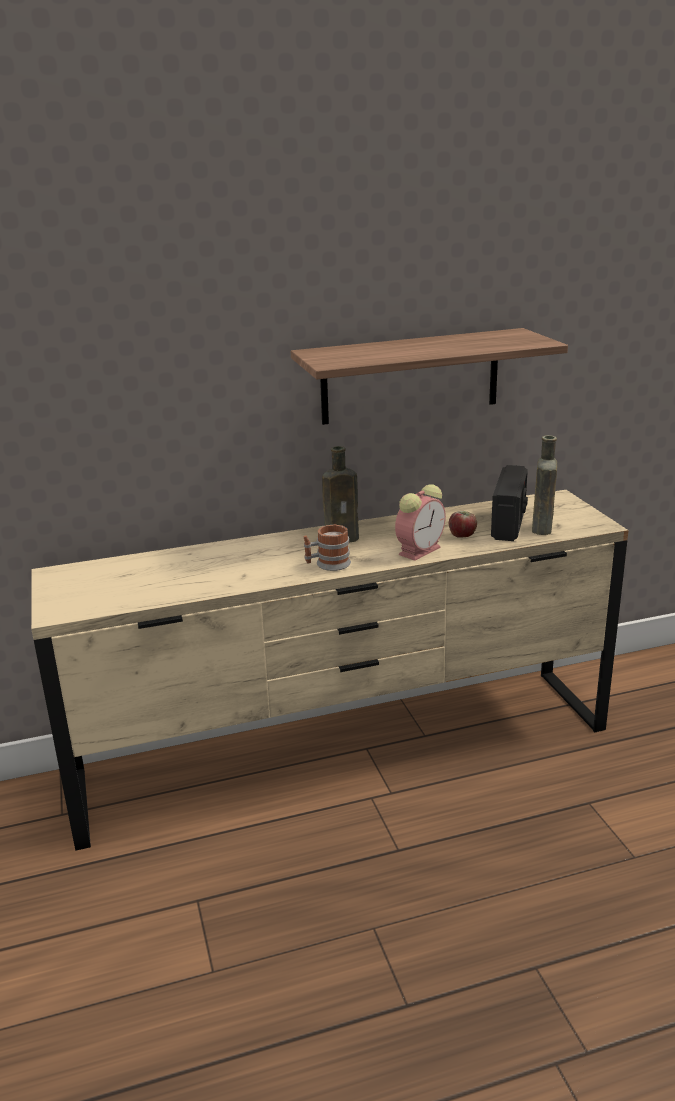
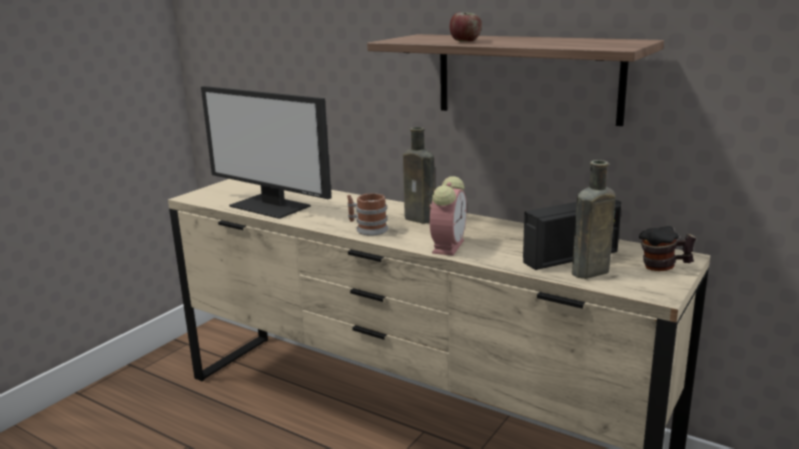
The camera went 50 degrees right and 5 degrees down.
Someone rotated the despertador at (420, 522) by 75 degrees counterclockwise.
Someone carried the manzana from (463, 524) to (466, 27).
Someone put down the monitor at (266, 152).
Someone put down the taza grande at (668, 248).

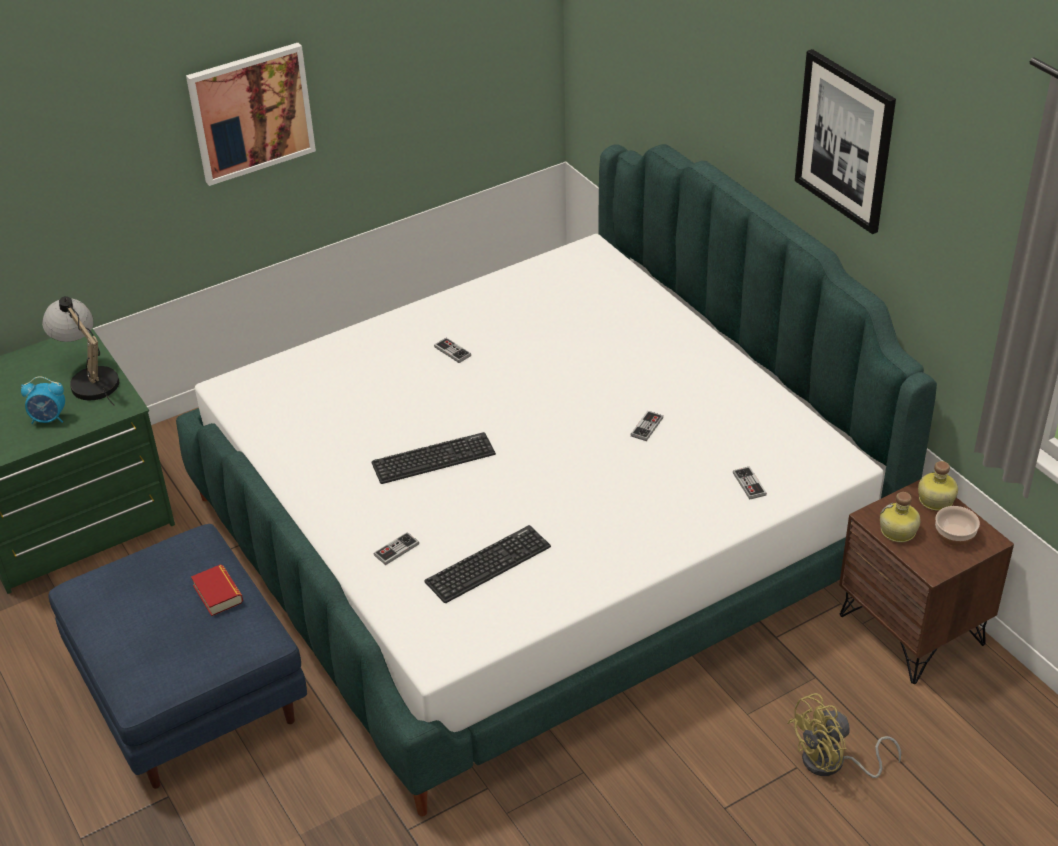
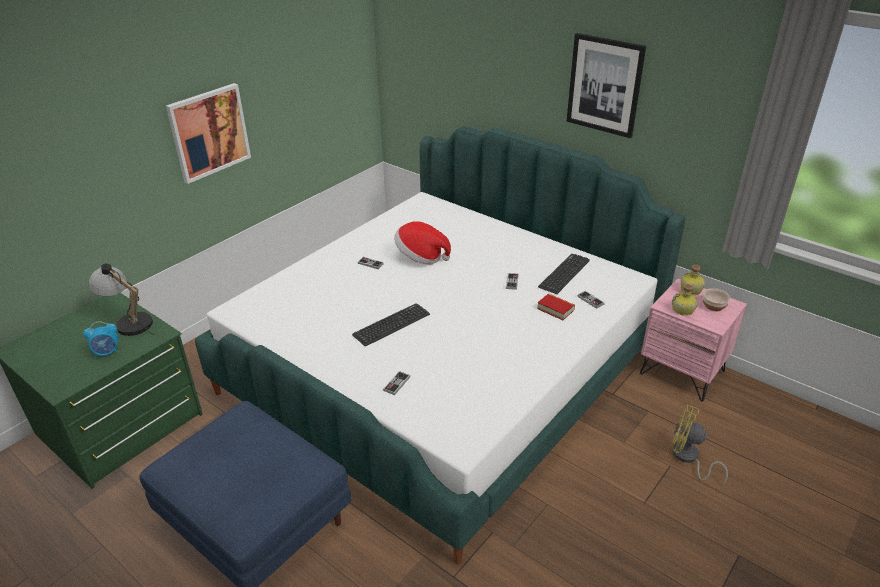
The camera went 20 degrees left and 5 degrees down.
Someone carried the libro from (217, 590) to (556, 306).
Someone carried the teclado from (487, 564) to (564, 274).
Someone rotated the ventilador/amarillo at (844, 735) by 75 degrees clockwise.
Someone repainted the mesita de noche/marrón at (926, 581), which became the mesita de noche/rosa at (693, 340).
Someone put down the sombrero at (422, 242).

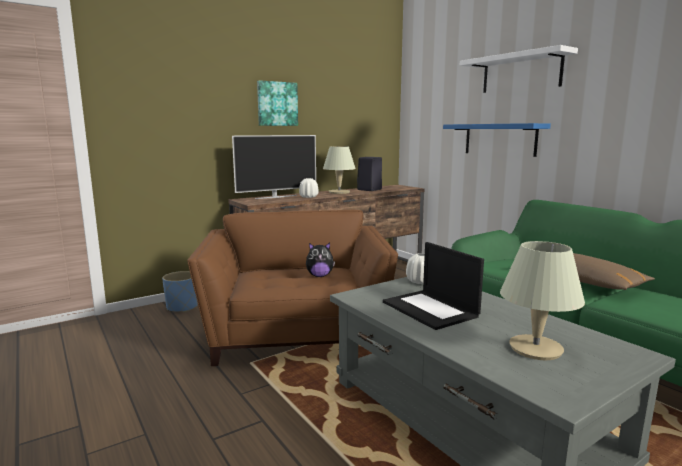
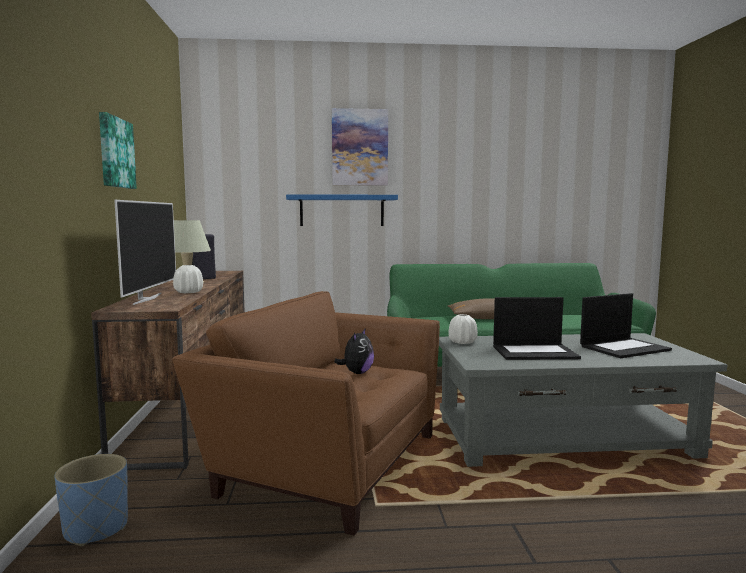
The camera went 60 degrees left and 5 degrees down.
Someone swapped the estante/blanco at (519, 69) for the cuadro at (360, 146).
Someone swapped the lámpara de mesa/beis at (542, 300) for the portátil at (626, 325).

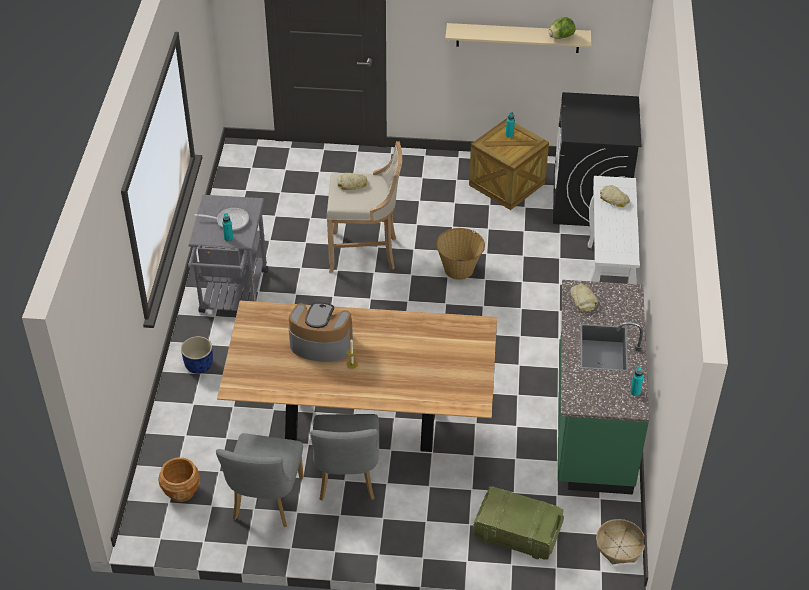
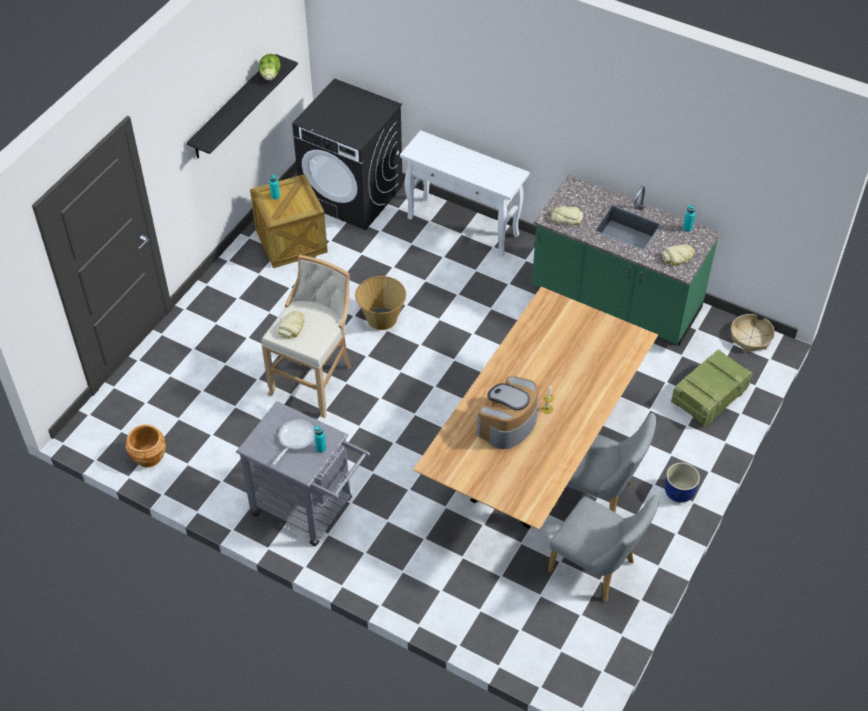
The camera went 65 degrees left and 5 degrees up.
Someone carried the maceta/marrón from (179, 479) to (146, 445).
Someone carried the maceta/azul from (197, 355) to (682, 483).
Someone repainted the estante/beis at (518, 38), which became the estante/negro at (242, 106).
Someone carried the pan from (615, 196) to (678, 255).

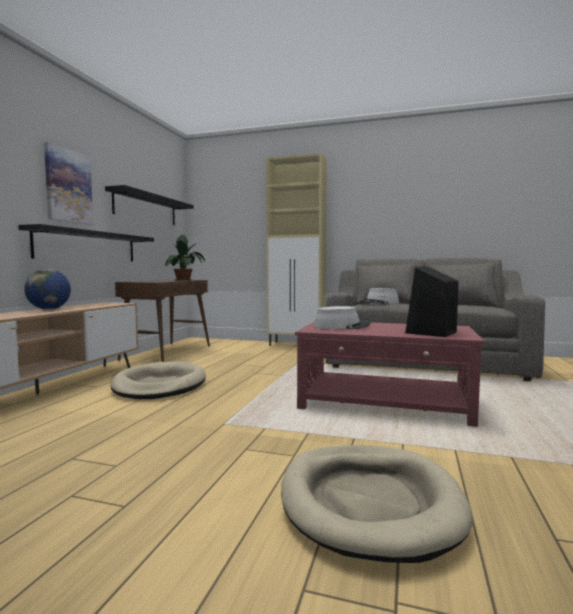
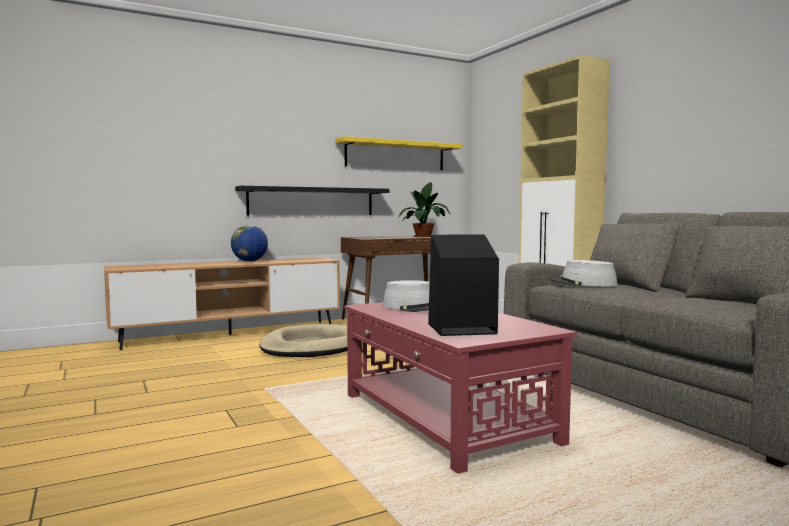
The camera went 45 degrees right and 0 degrees up.
Someone took away the cuadro at (68, 183).
Someone repainted the estante/negro at (149, 205), which became the estante/amarillo at (398, 153).
Someone took away the cama para perro/beis at (377, 504).

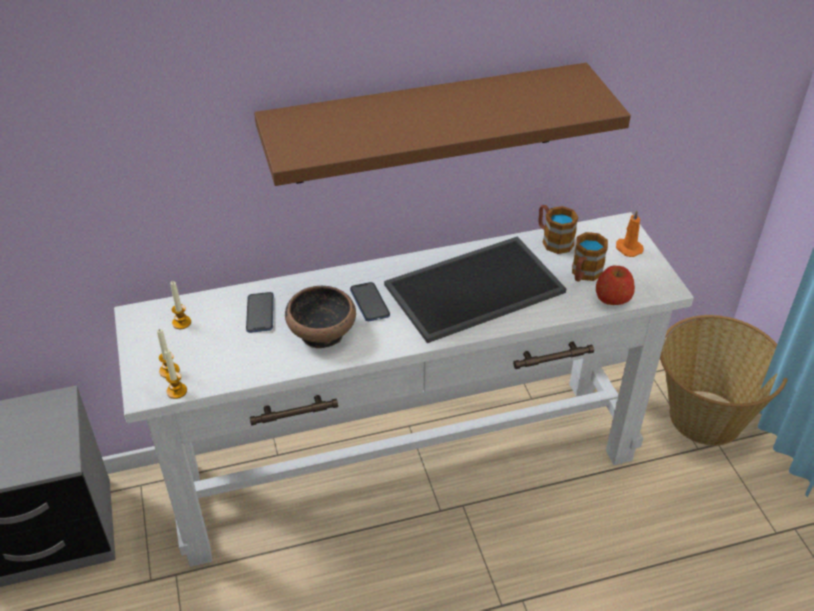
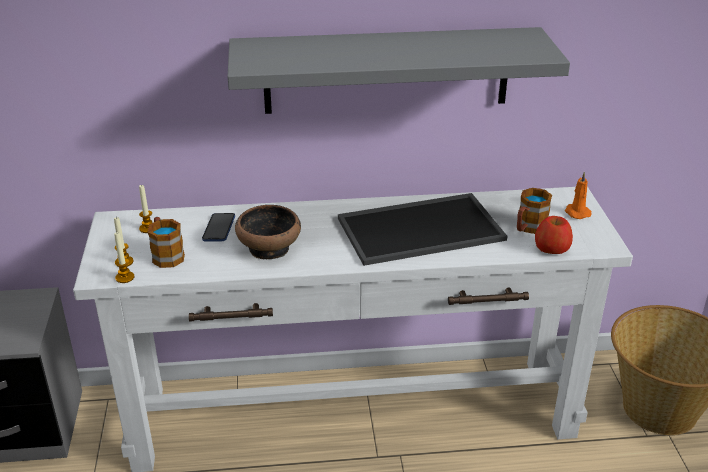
The camera went 10 degrees right and 10 degrees down.
Someone repainted the estante/marrón at (442, 124), which became the estante/gris at (399, 70).
Someone took away the móvil at (370, 301).
Someone carried the taza grande from (558, 229) to (166, 242).

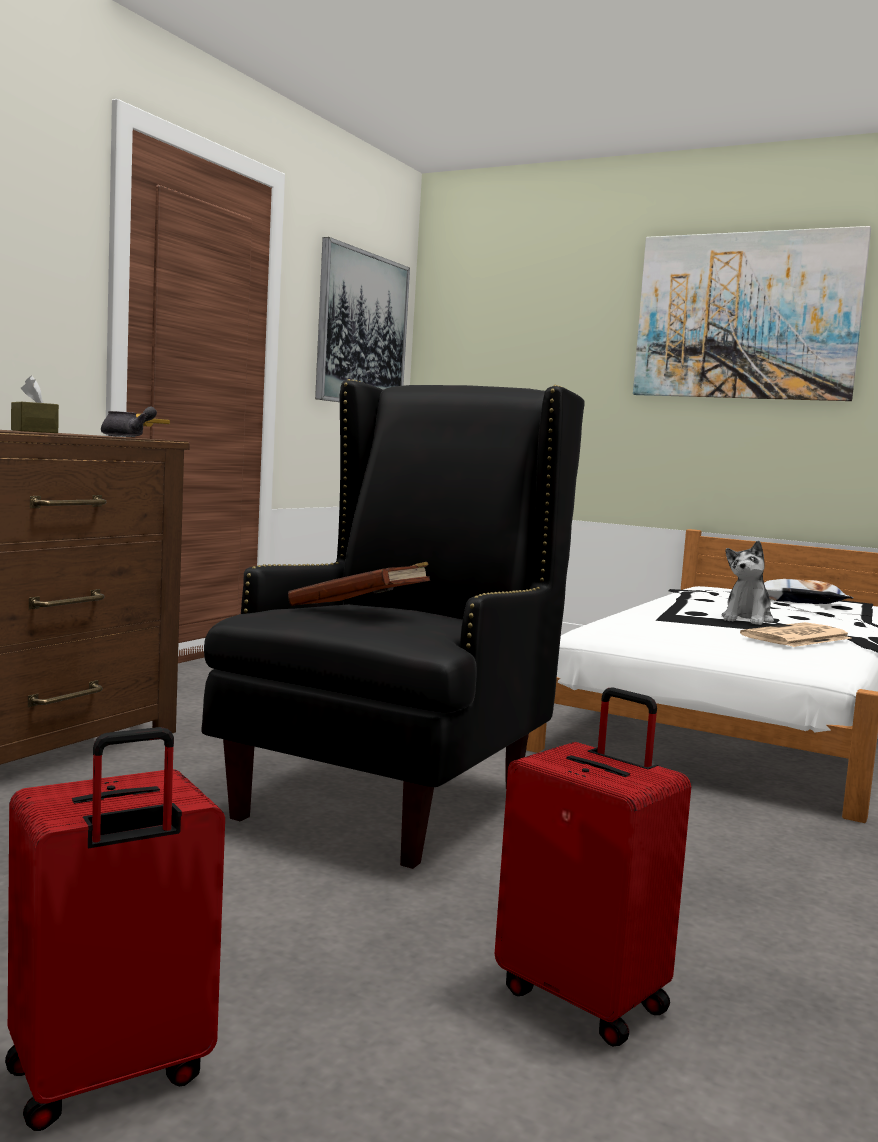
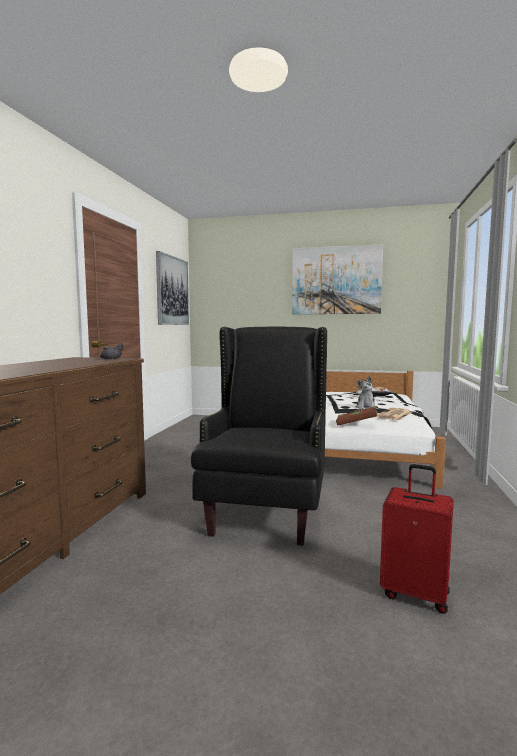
The camera went 15 degrees left and 0 degrees up.
Someone took away the maleta/rojo at (115, 929).
Someone took away the caja de pañuelos/marrón at (35, 404).
Someone carried the libro/marrón from (359, 584) to (356, 416).

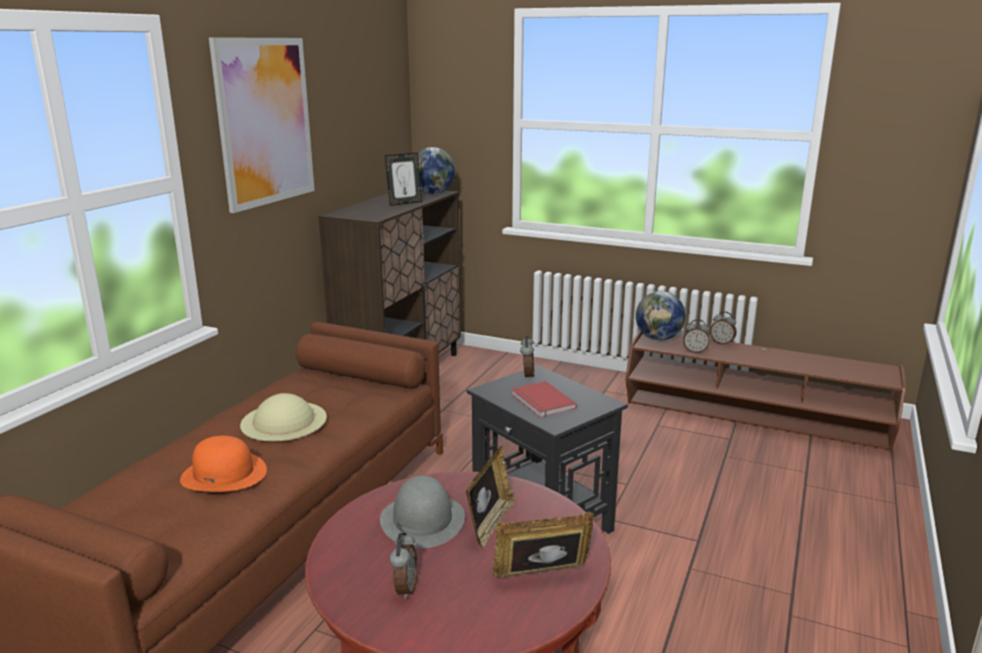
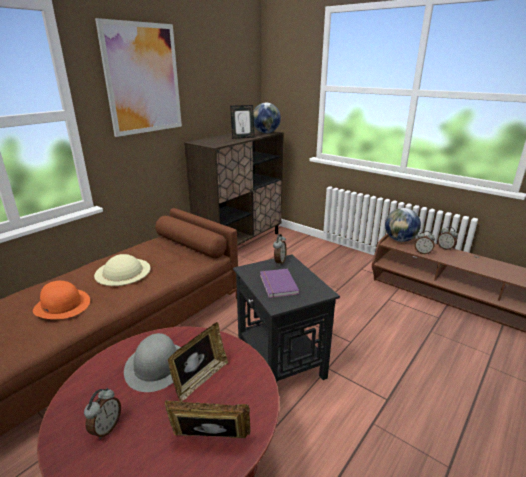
The camera went 15 degrees right and 5 degrees up.
Someone repainted the libro/rojo at (544, 399), which became the libro/morado at (280, 283).

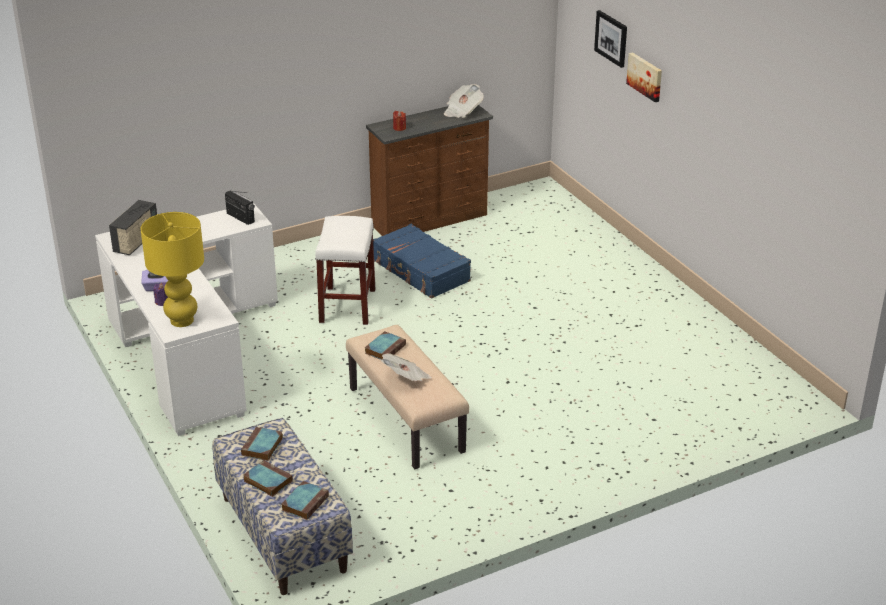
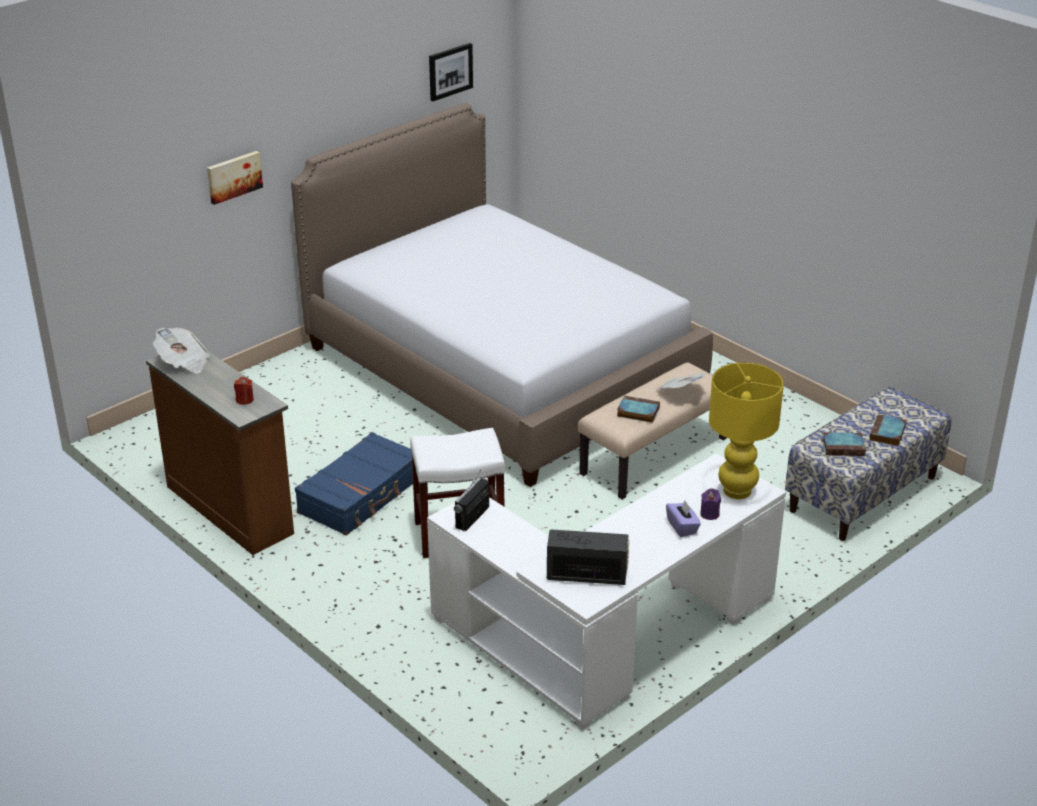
The camera went 105 degrees left and 0 degrees up.
Someone took away the libro at (305, 500).
Someone carried the cuadro from (610, 39) to (451, 72).
Someone put down the cama at (502, 295).

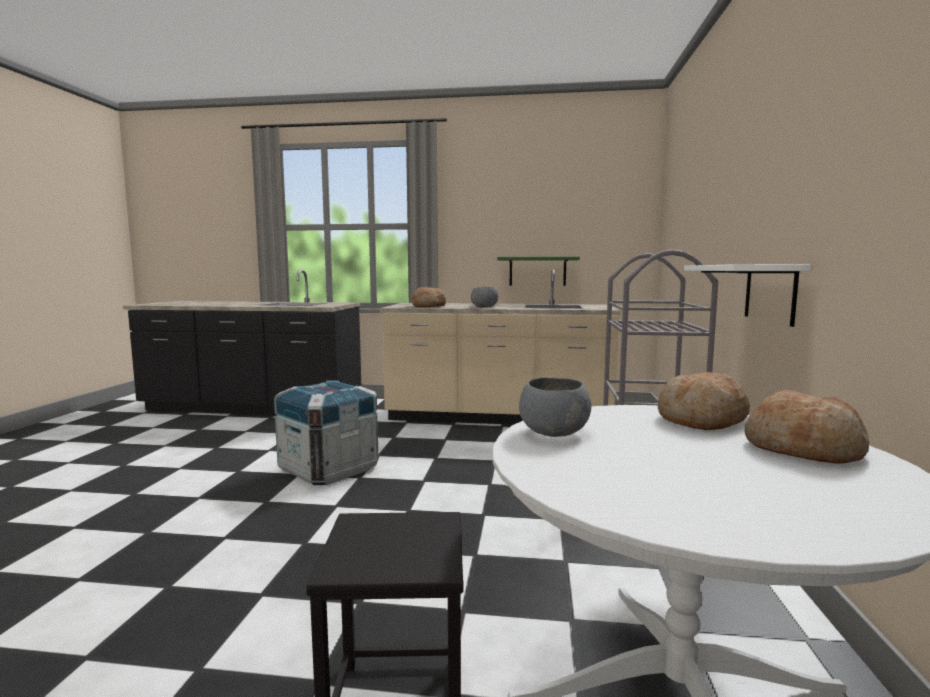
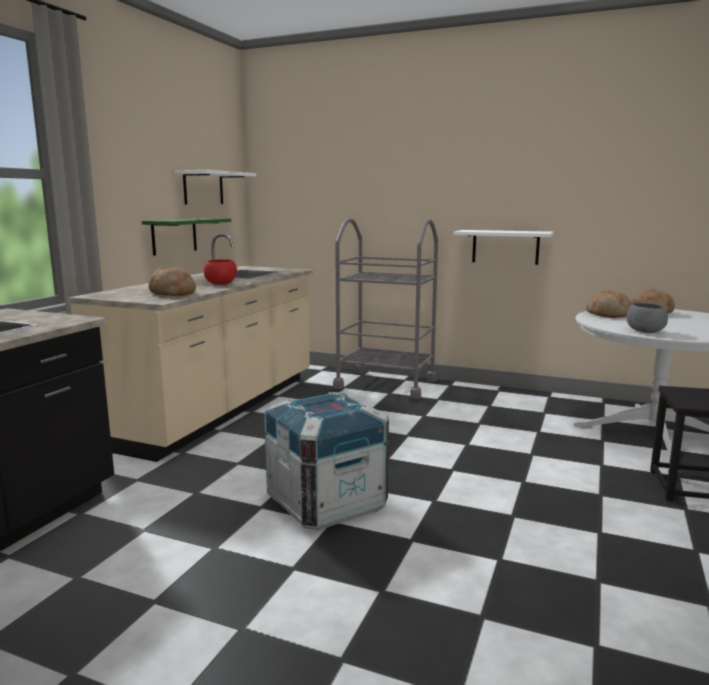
The camera went 75 degrees left and 5 degrees up.
Someone repainted the cuenco/gris at (484, 297), which became the cuenco/rojo at (220, 272).
Someone put up the estante/blanco at (215, 187).

